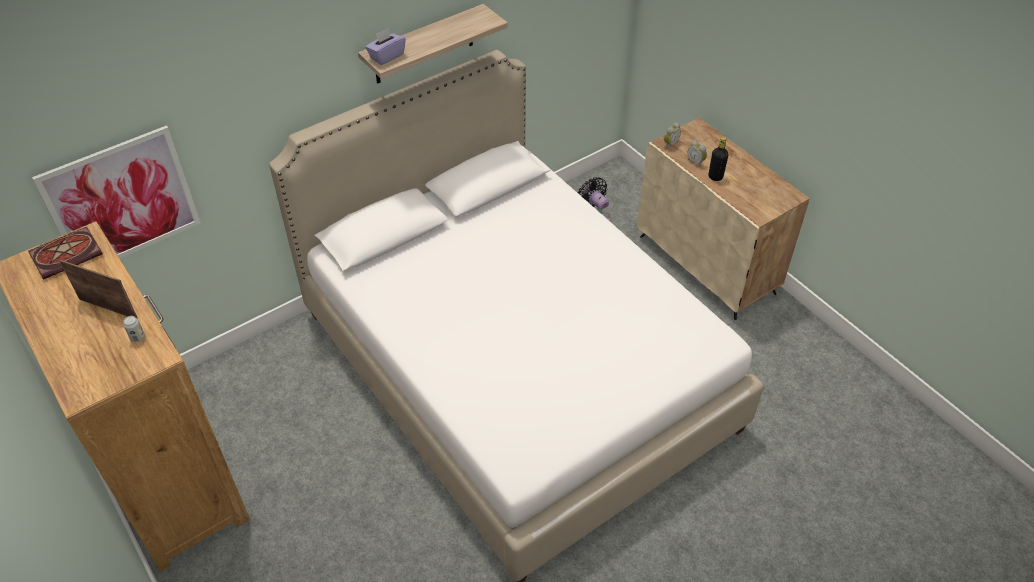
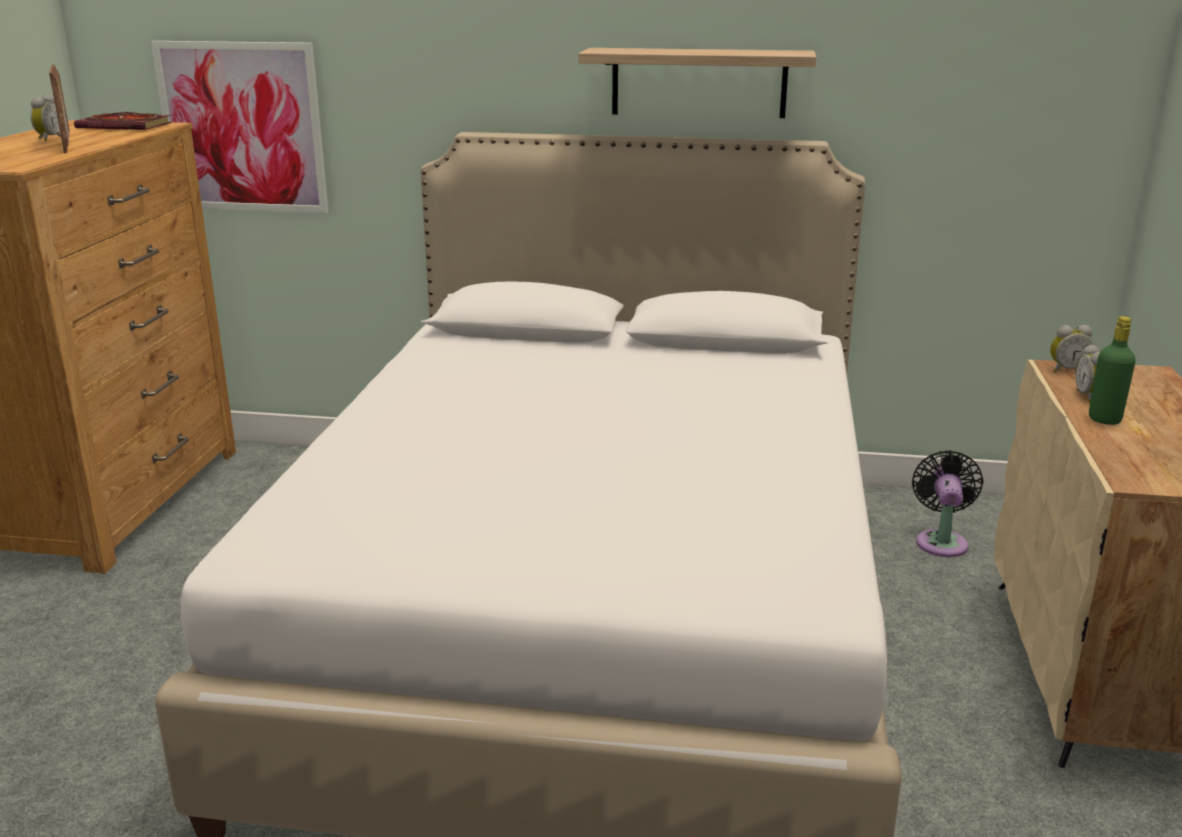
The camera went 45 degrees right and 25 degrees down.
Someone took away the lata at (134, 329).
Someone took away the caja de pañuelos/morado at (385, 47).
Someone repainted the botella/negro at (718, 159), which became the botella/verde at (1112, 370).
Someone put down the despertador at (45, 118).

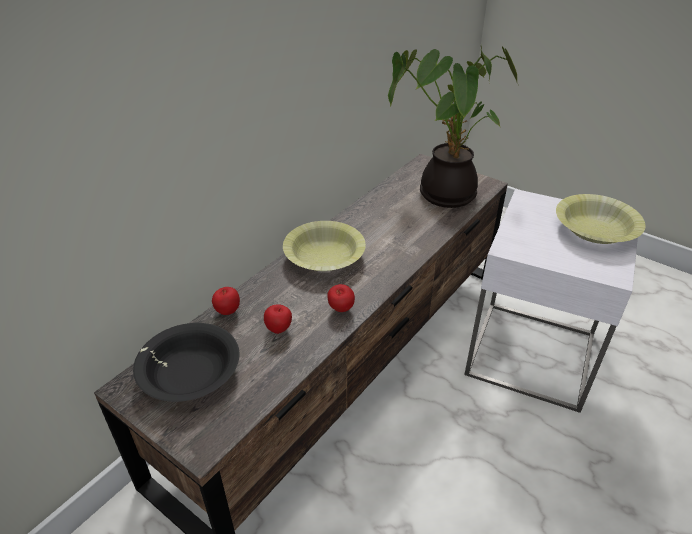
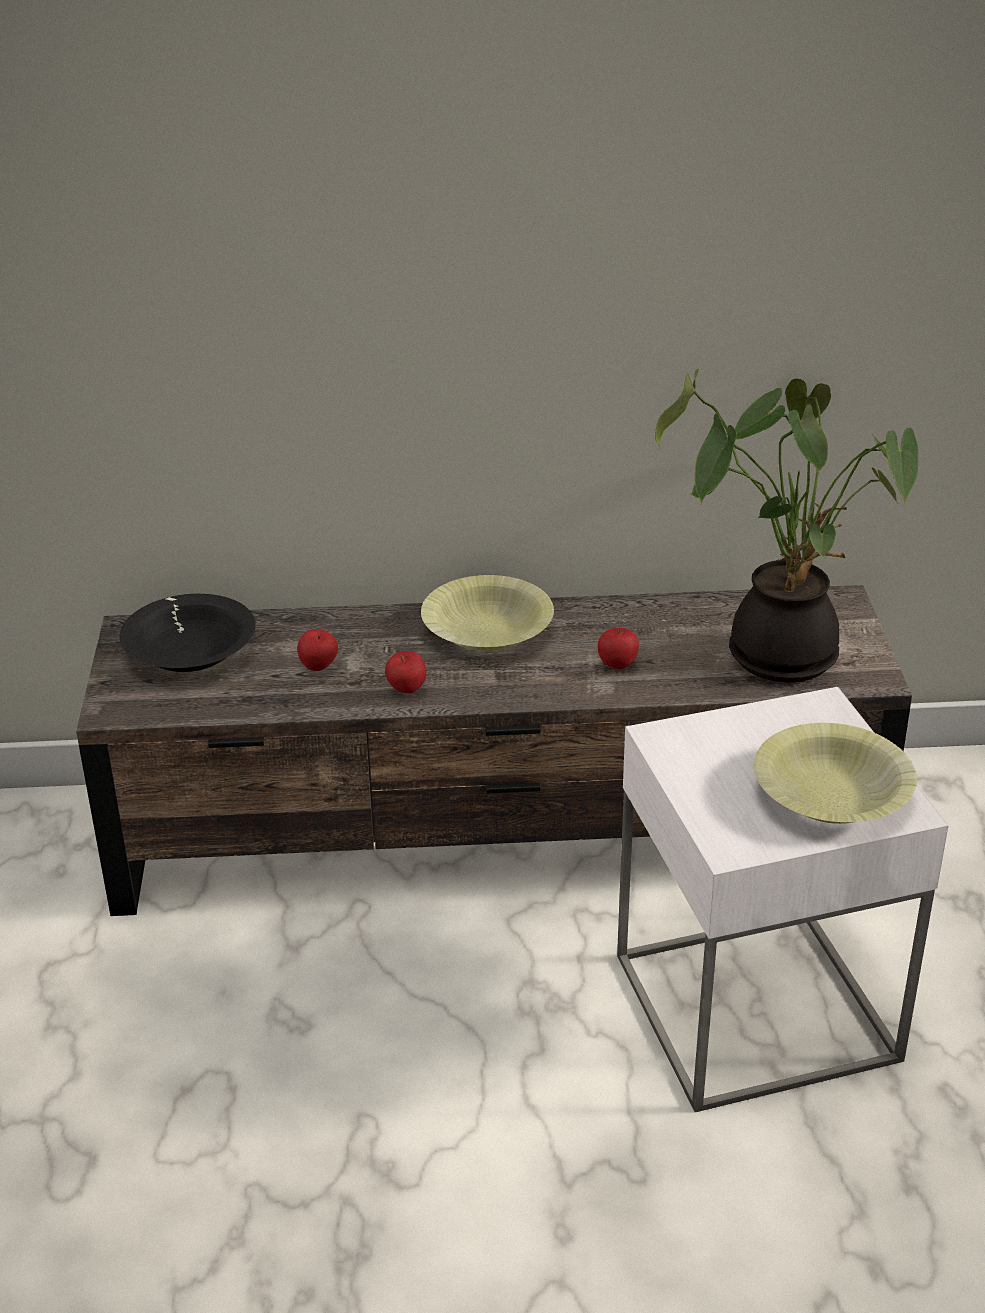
The camera went 50 degrees right and 5 degrees down.
Someone carried the manzana from (226, 301) to (618, 648).

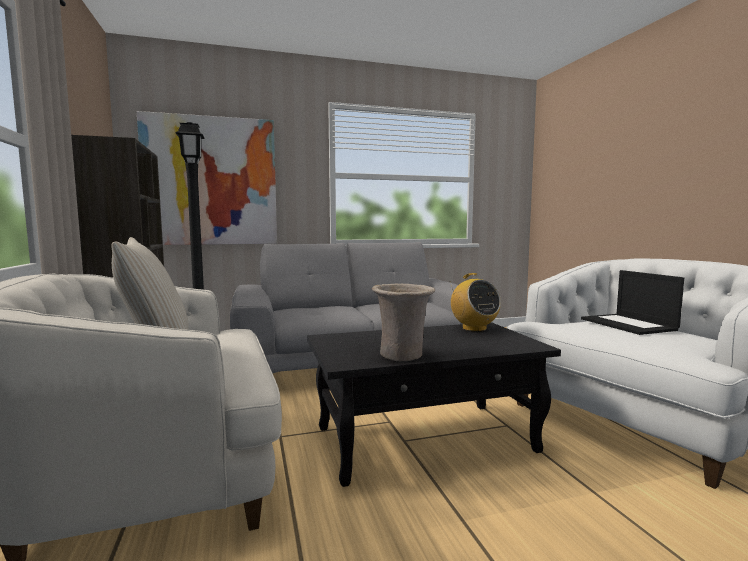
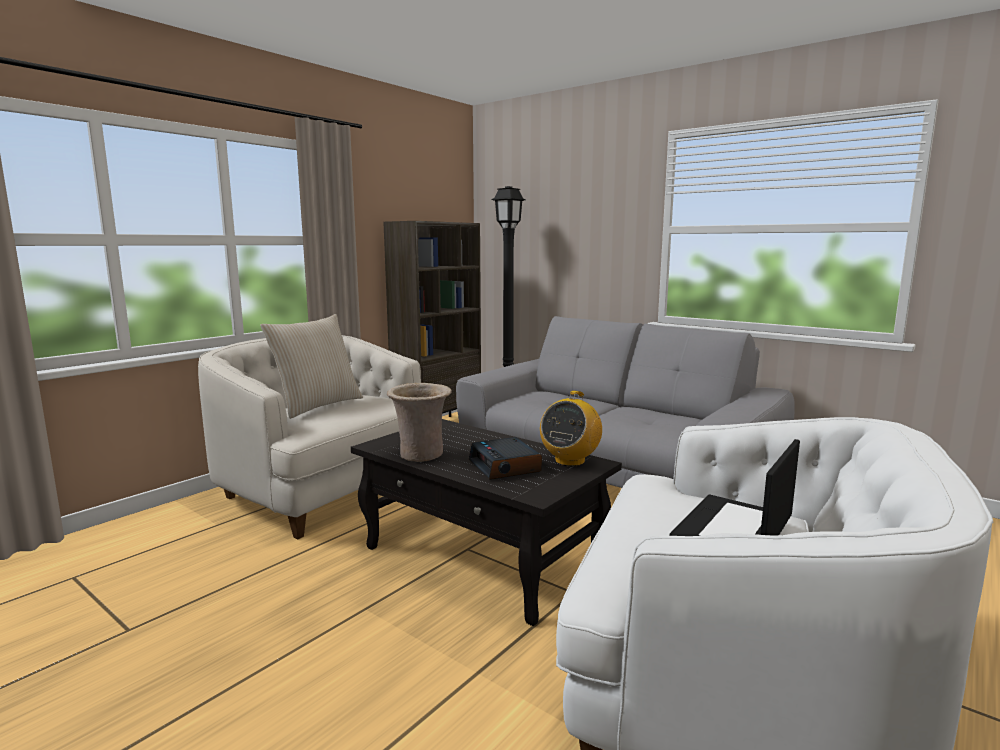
The camera went 55 degrees right and 5 degrees up.
Someone took away the cuadro at (207, 178).
Someone put down the despertador at (505, 458).

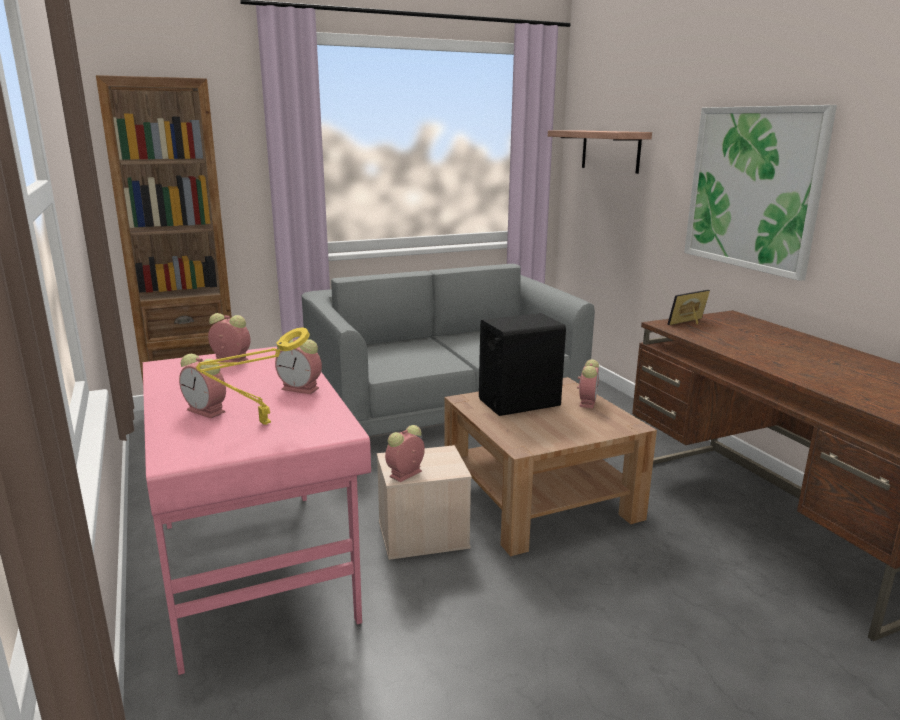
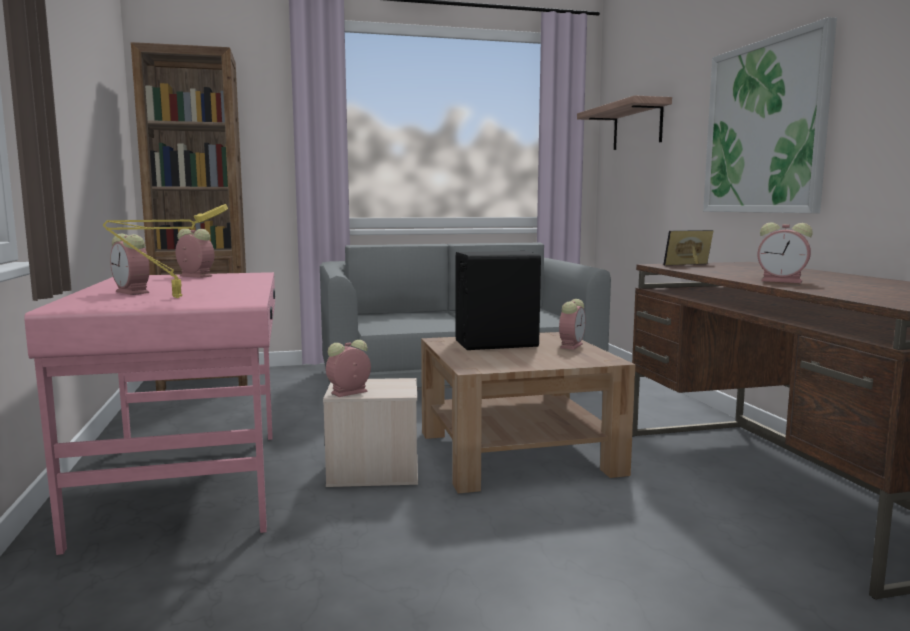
The camera went 10 degrees right and 10 degrees down.
Someone carried the despertador from (298, 366) to (785, 252).

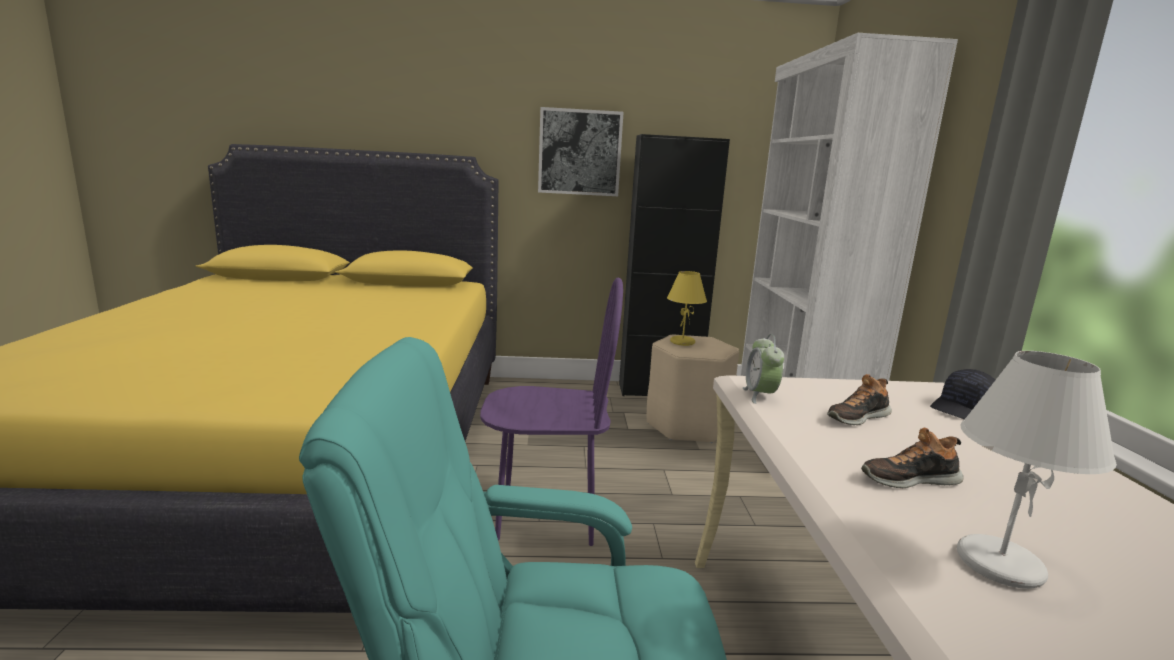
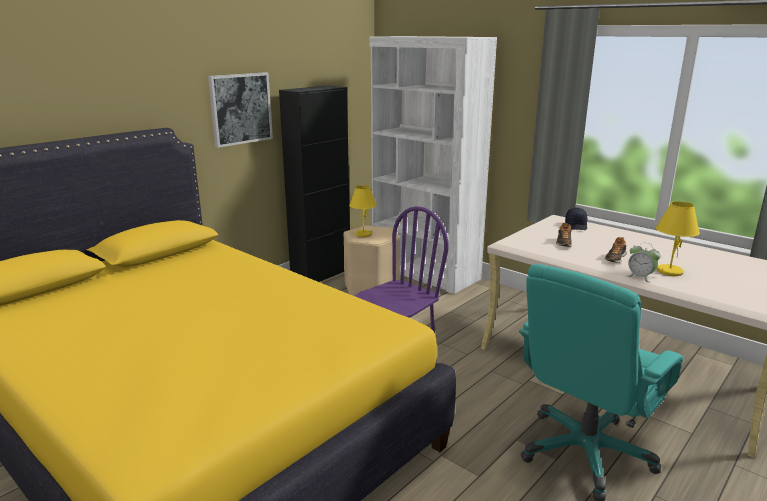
The camera went 45 degrees left and 5 degrees up.
Someone carried the despertador from (763, 369) to (644, 263).
Someone repainted the lámpara de mesa/blanco at (1037, 470), which became the lámpara de mesa/amarillo at (678, 238).

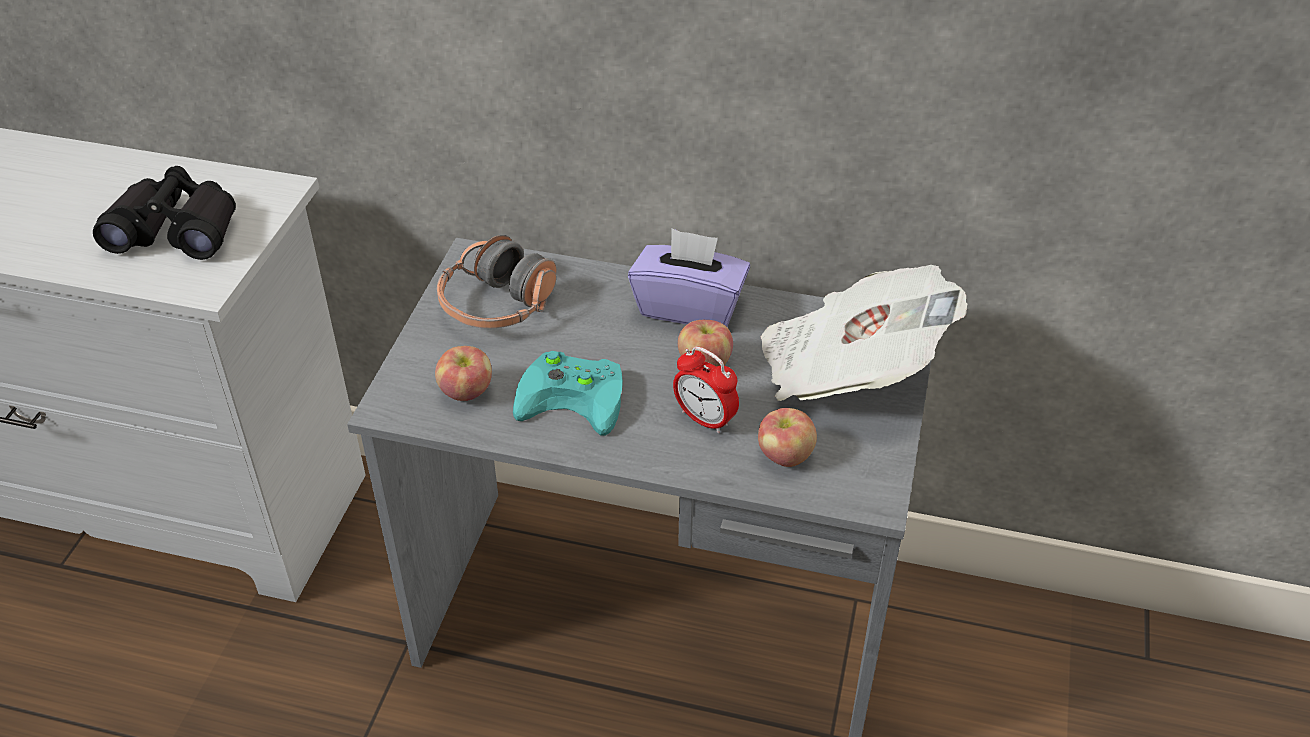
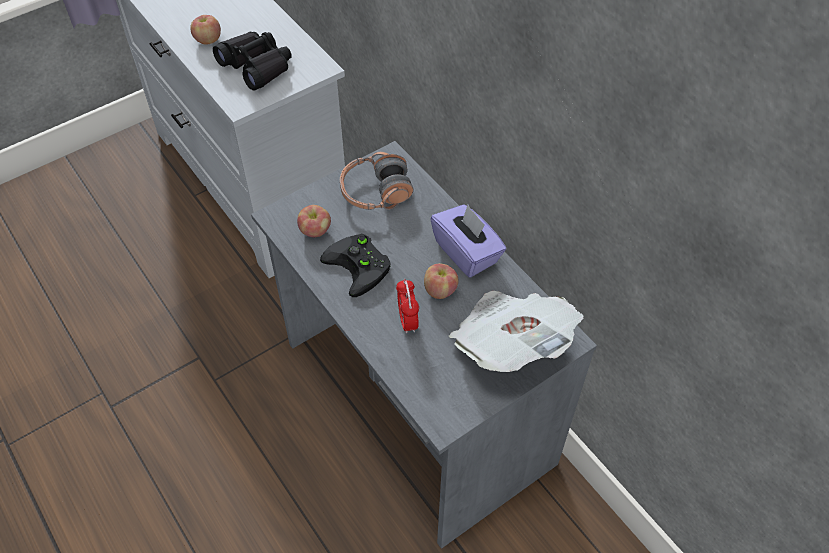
The camera went 40 degrees right and 10 degrees up.
Someone repainted the mando de consola/turquesa at (568, 393), which became the mando de consola/negro at (355, 265).
Someone carried the manzana from (787, 437) to (205, 30).

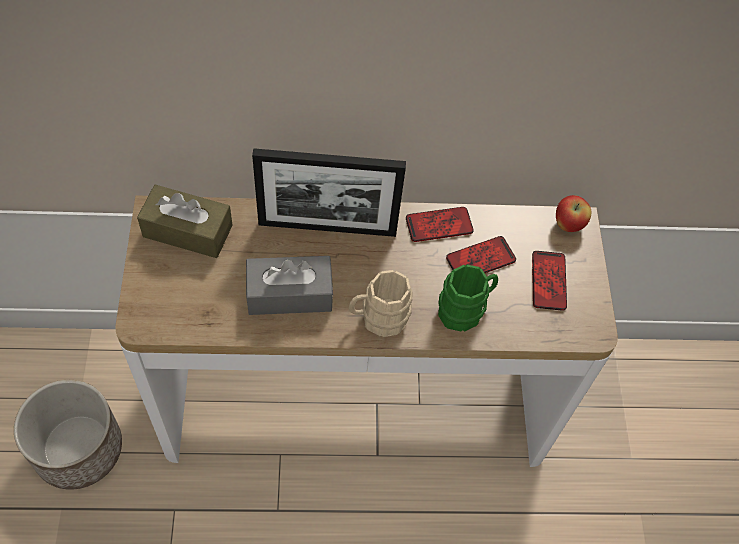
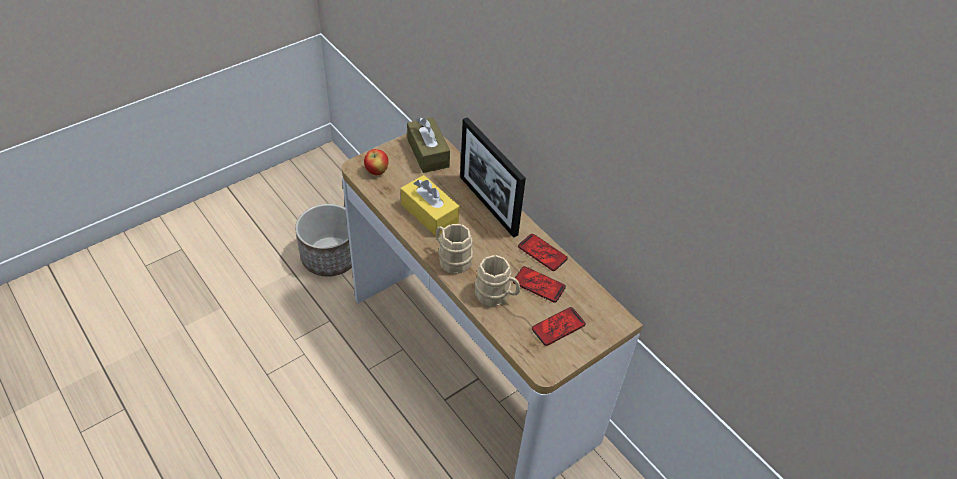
The camera went 55 degrees right and 10 degrees down.
Someone repainted the caja de pañuelos/gris at (289, 285), which became the caja de pañuelos/amarillo at (430, 205).
Someone repainted the taza grande/verde at (468, 298), which became the taza grande/beis at (497, 281).
Someone carried the manzana from (573, 213) to (376, 162).

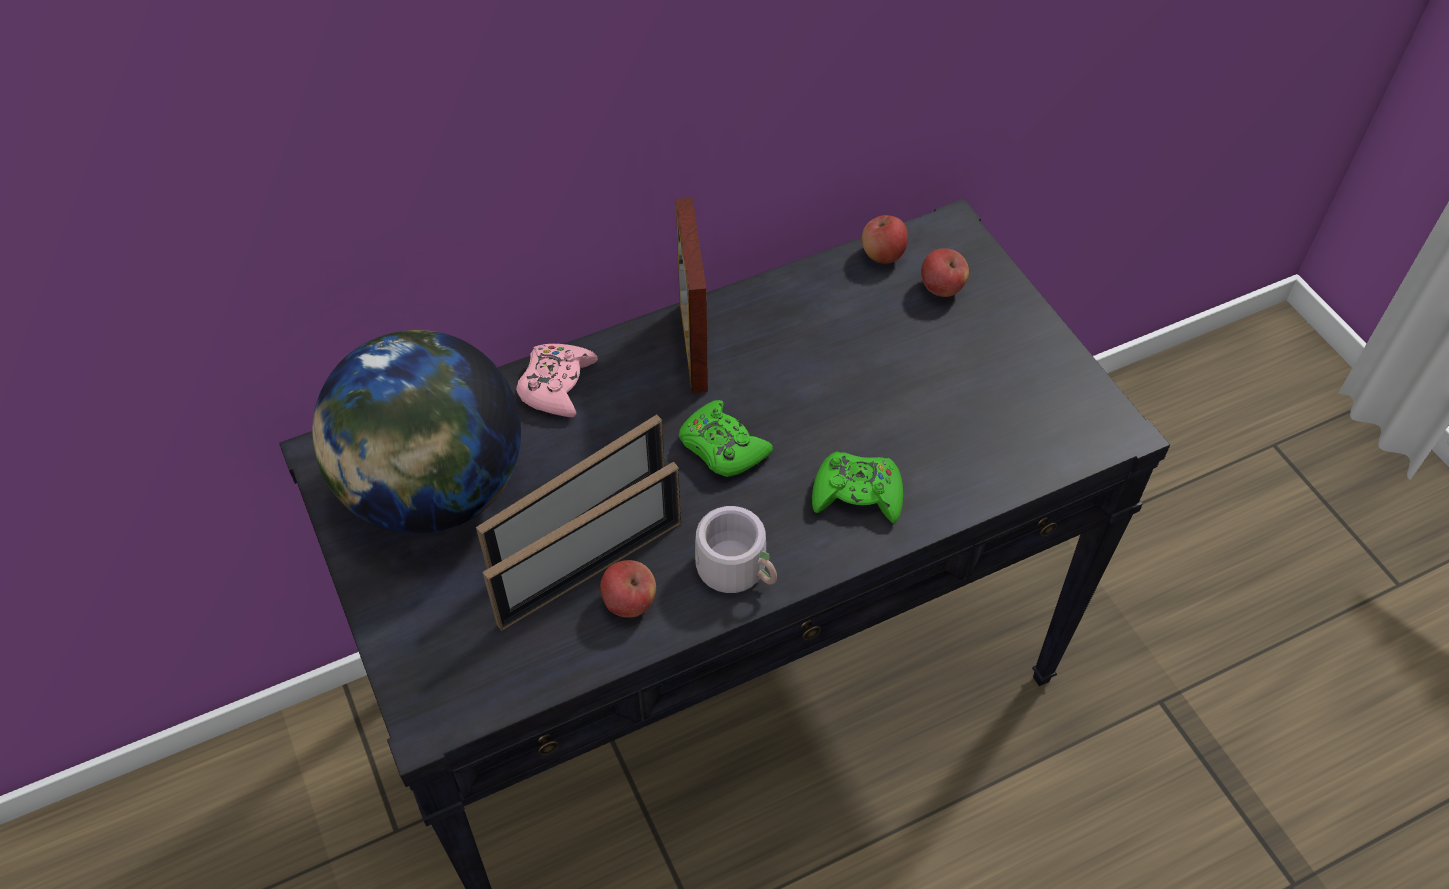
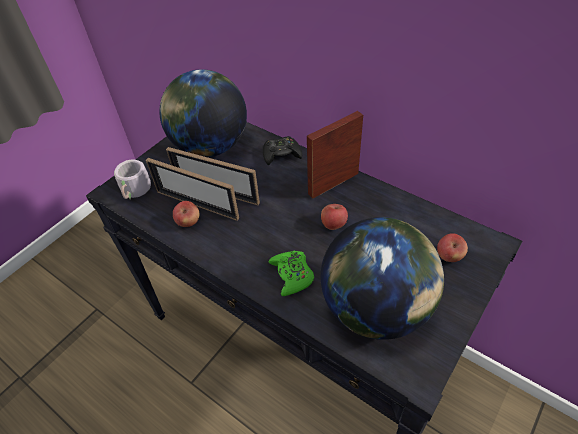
The camera went 65 degrees right and 5 degrees down.
Someone repainted the mando de consola/rosa at (557, 380), which became the mando de consola/negro at (282, 150).
Someone took away the mando de consola/verde at (726, 438).
Someone carried the taza grande/gris from (736, 549) to (132, 179).
Someone carried the manzana from (885, 239) to (334, 217).
Someone put down the globo terráqueo at (382, 278).

